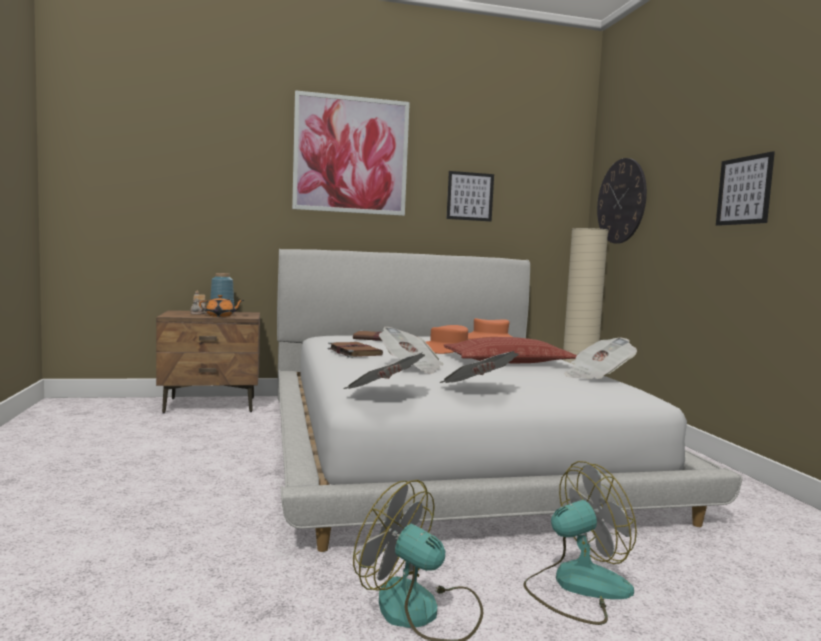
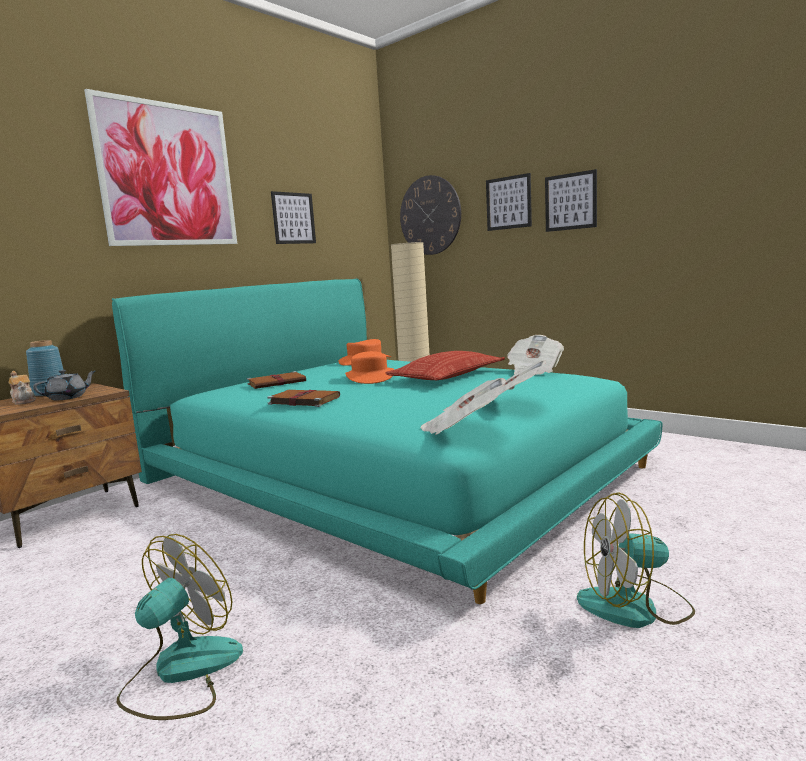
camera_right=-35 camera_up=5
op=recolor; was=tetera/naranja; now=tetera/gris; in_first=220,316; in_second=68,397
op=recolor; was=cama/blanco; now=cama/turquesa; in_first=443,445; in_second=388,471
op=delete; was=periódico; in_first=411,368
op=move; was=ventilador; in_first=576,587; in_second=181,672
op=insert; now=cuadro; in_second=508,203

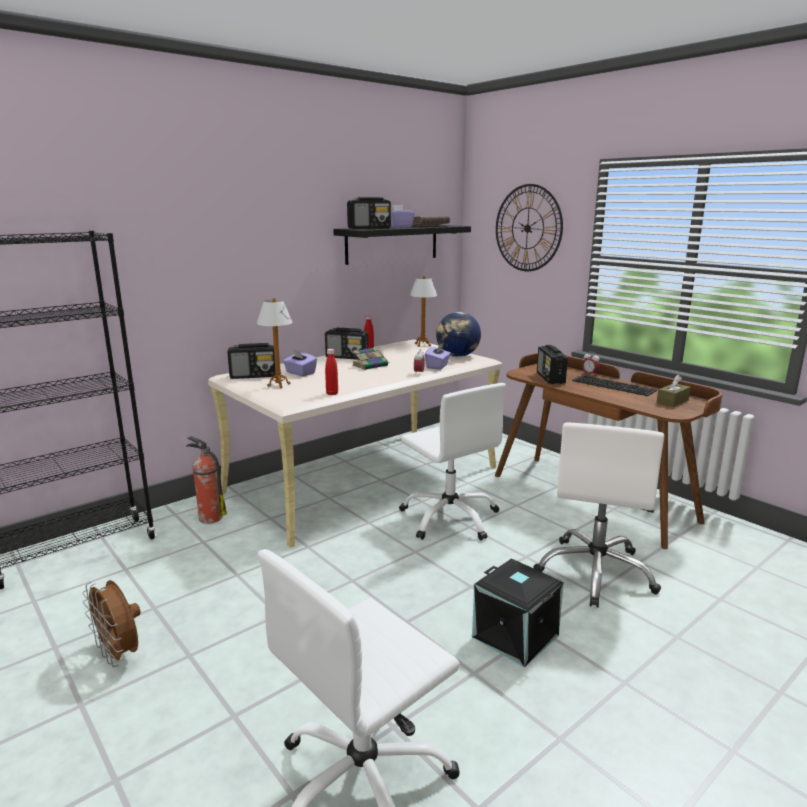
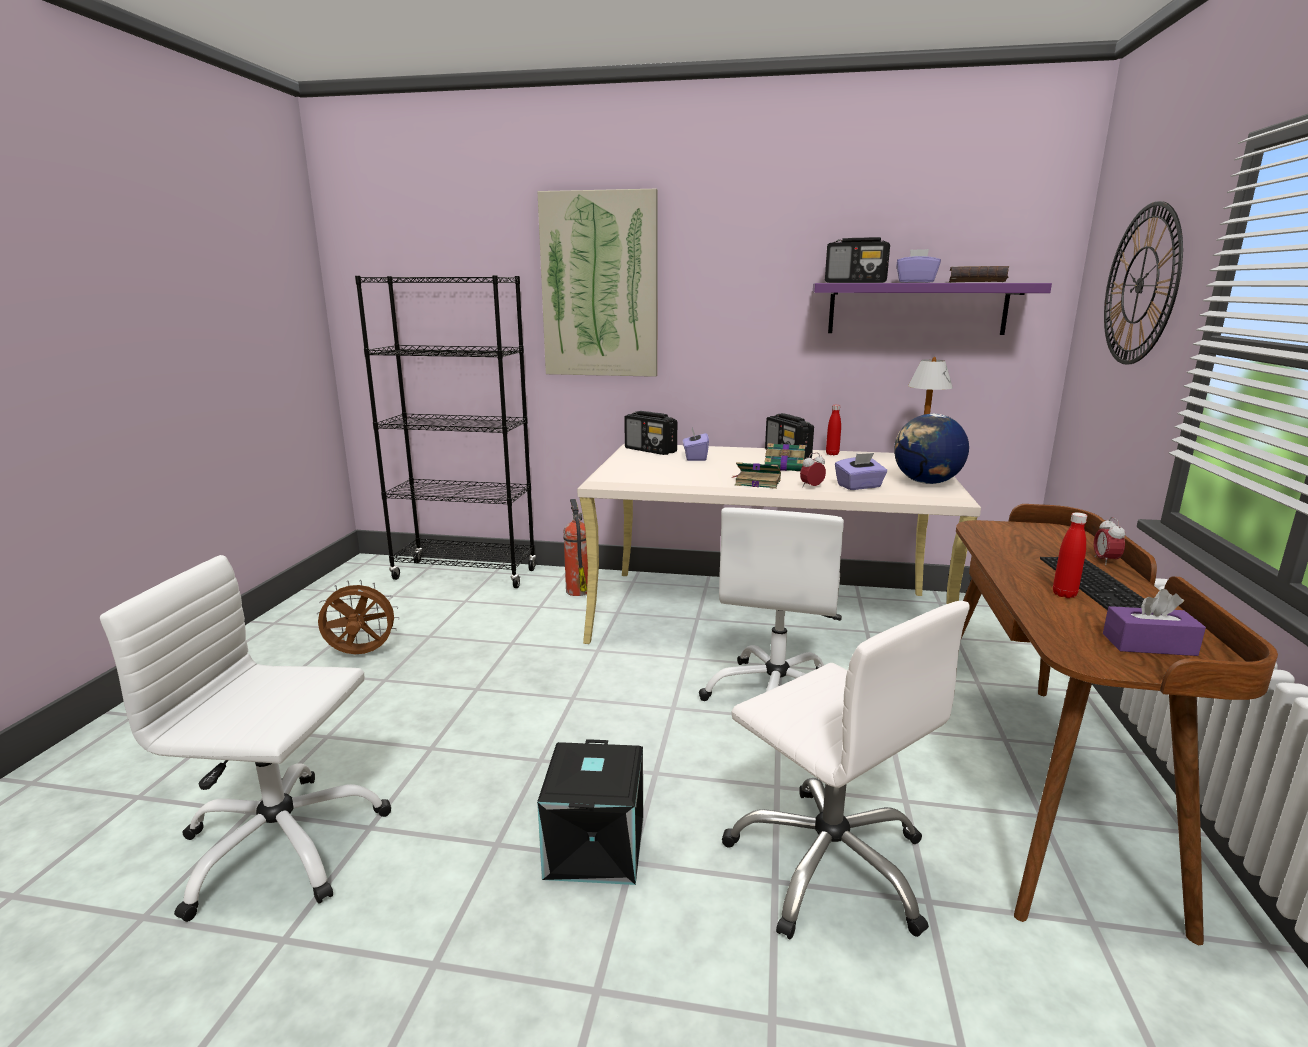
camera_right=50 camera_up=0
op=rotate; was=ventilador/marrón; in_first=119,655; in_second=361,655; clockwise=75
op=delete; was=lámpara de mesa; in_first=278,385
op=move; was=botella/rojo; in_first=332,393; in_second=1064,594
op=recolor; was=estante/negro; now=estante/morado; in_first=392,244; in_second=917,308
op=rotate; was=silla de oficina/blanco; in_first=596,572; in_second=829,864; clockwise=-105
op=delete; was=radio; in_first=550,378
op=recolor; was=caja de pañuelos/marrón; now=caja de pañuelos/morado; in_first=672,401; in_second=1149,644
op=insert; now=cuadro; in_second=599,286
op=insert; now=libro; in_second=756,482

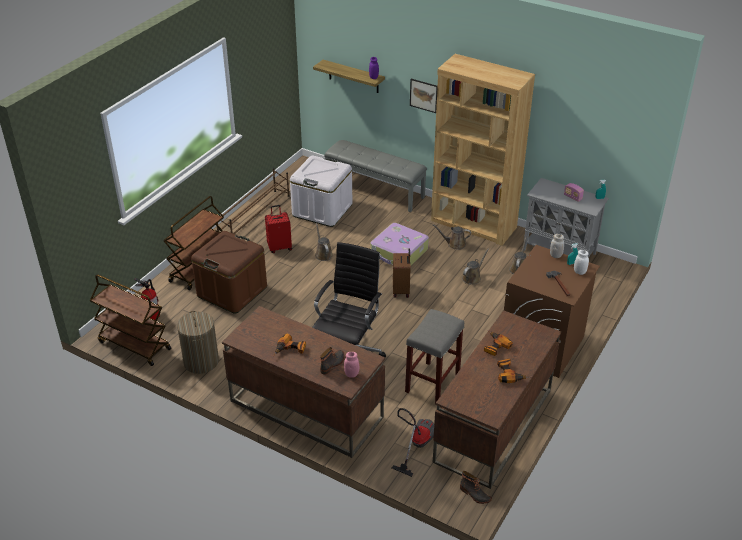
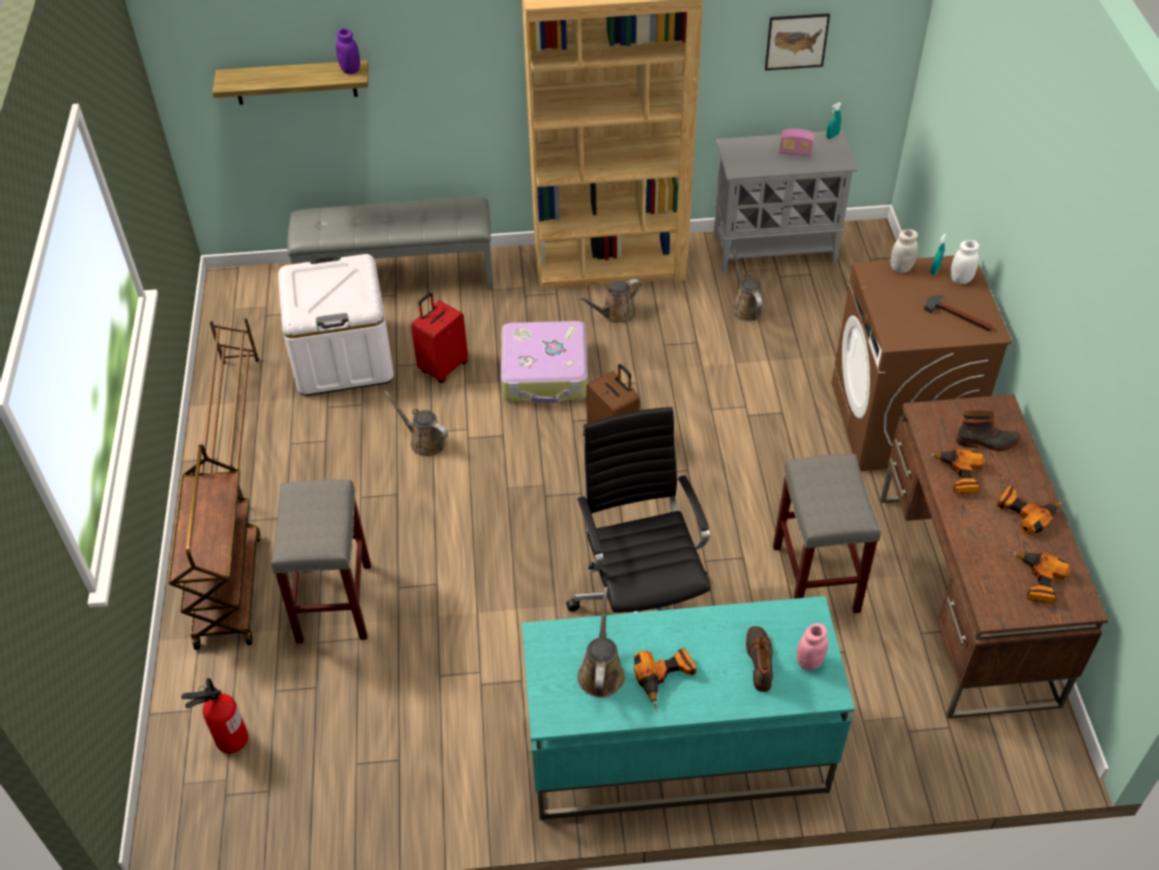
camera_right=-35 camera_up=10
op=delete; was=carrito/marrón; in_first=134,345
op=delete; was=cesto de la ropa; in_first=201,361
op=replace; was=caja de almacenaje/marrón; now=taburete/gris; in_first=232,291; in_second=333,601
op=recolor; was=escritorio/marrón; now=escritorio/turquesa; in_first=305,409; in_second=675,751
op=move; was=maleta/rojo; in_first=279,247; in_second=443,367
op=delete; was=aspiradora; in_first=416,444
op=move; was=cuadro; in_first=423,95; in_second=796,41
op=move; was=bota; in_first=474,495; in_second=987,442
op=move; was=regadera/marrón; in_first=472,278; in_second=601,672
op=insert; now=taladro; in_second=1035,581

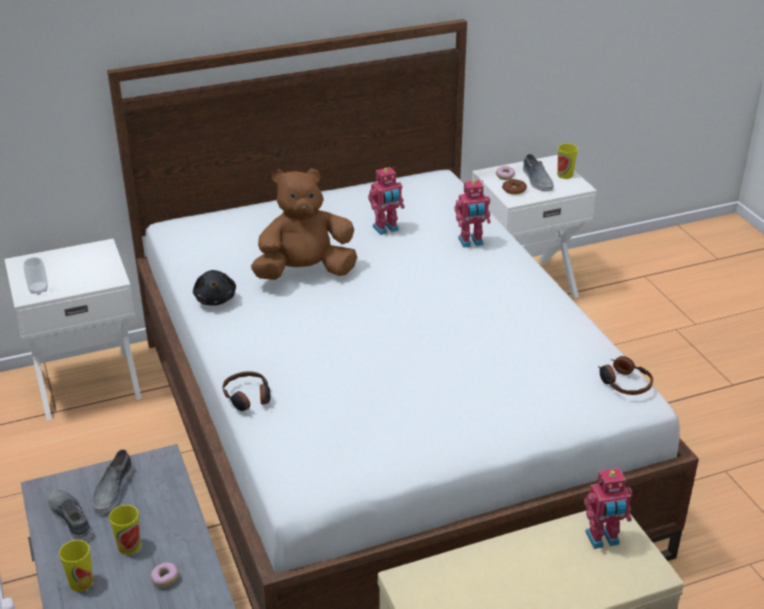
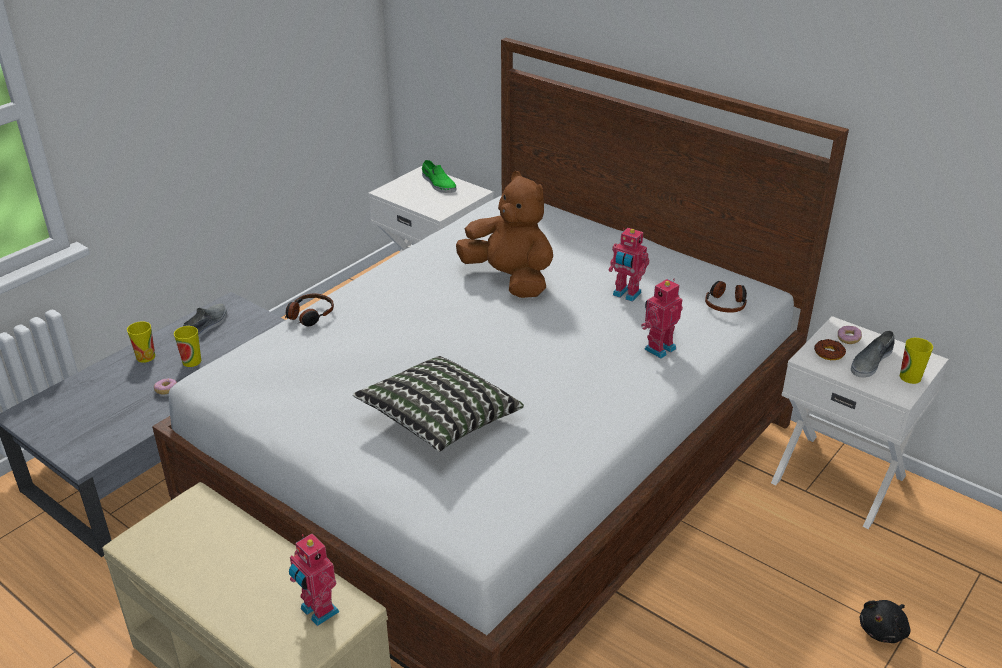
camera_right=60 camera_up=0
op=delete; was=taza; in_first=38,290
op=delete; was=zapato/gris; in_first=112,489
op=move; was=peluche/negro; in_first=215,299; in_second=883,630
op=rotate; was=robot de juguete; in_first=471,242; in_second=658,348; clockwise=90
op=move; was=auriculares; in_first=624,383; in_second=725,304
op=insert; now=cojín; in_second=439,421
op=insert; now=zapato/verde; in_second=438,184

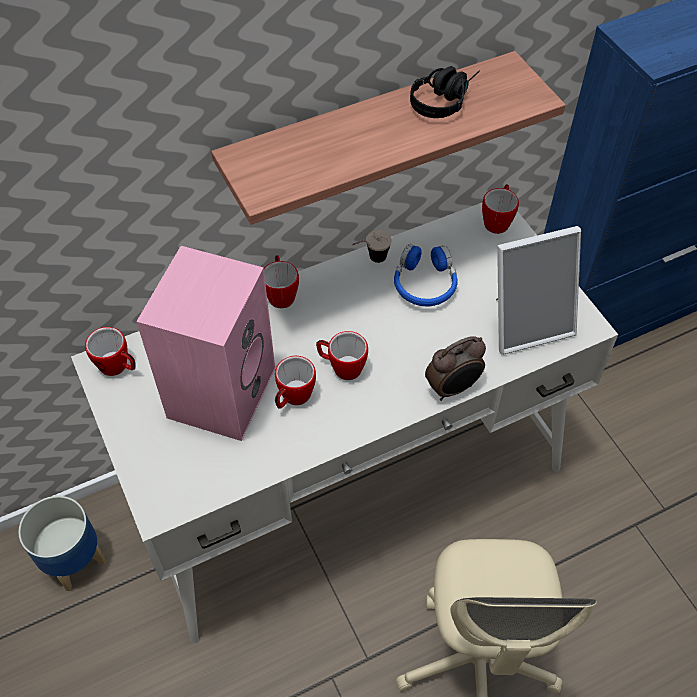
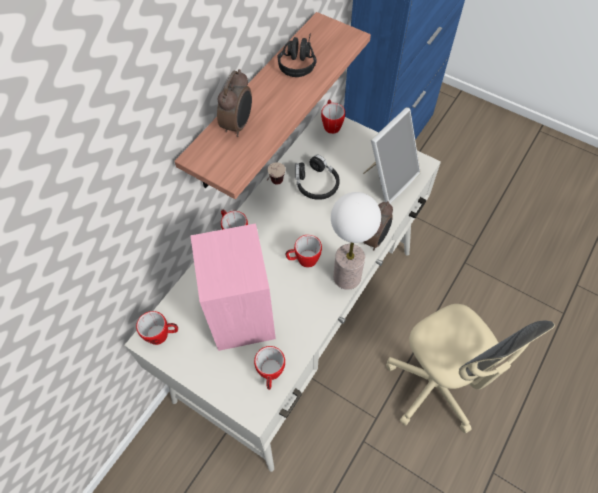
camera_right=-30 camera_up=5
op=delete; was=maceta; in_first=74,560
op=move; was=taza grande; in_first=293,398; in_second=270,374
op=recolor; was=auriculares/azul; now=auriculares/negro; in_first=424,283; in_second=316,183
op=insert; now=despertador; in_second=238,125
op=insert; now=lámpara de mesa; in_second=347,276

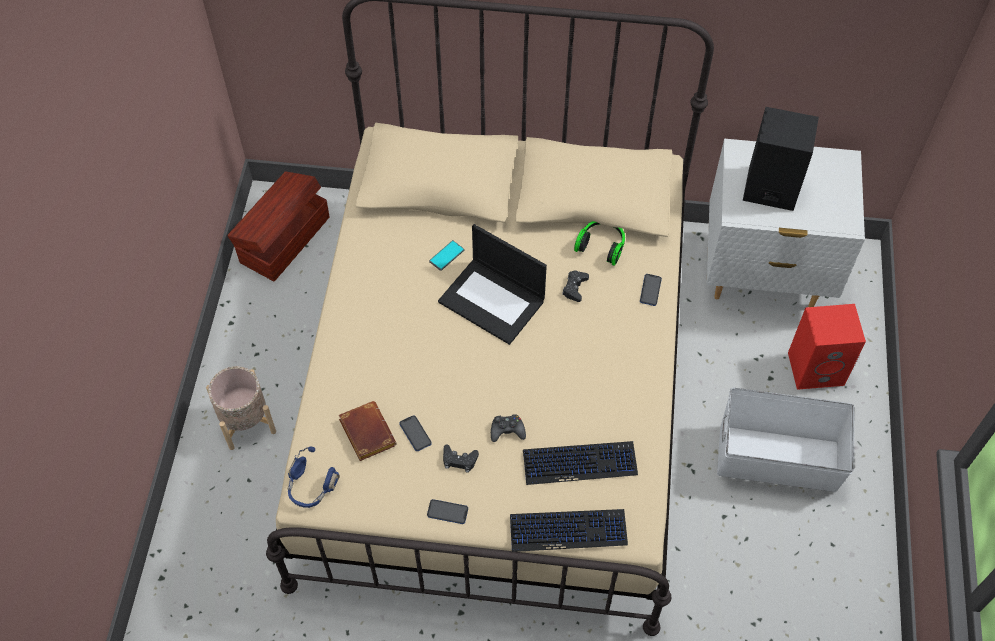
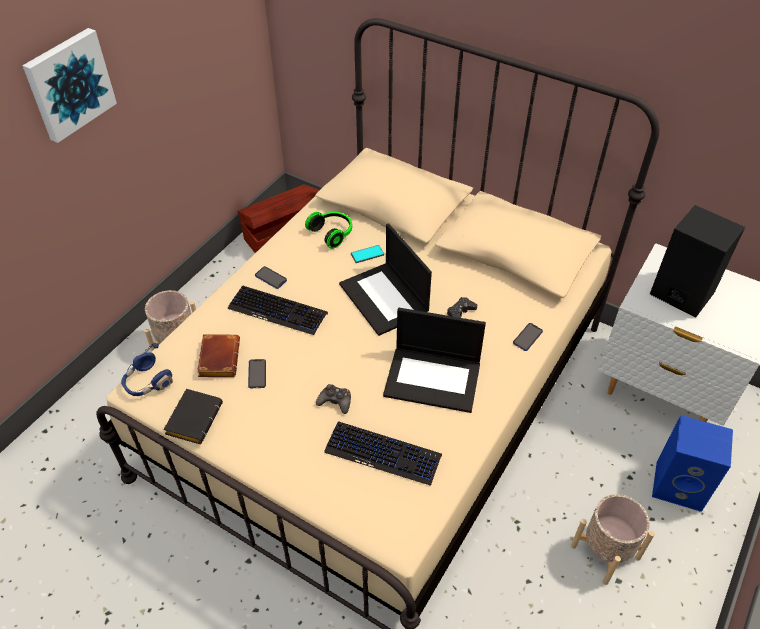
camera_right=25 camera_up=-10
op=move; was=móvil; in_first=447,512; in_second=271,278
op=delete; was=mando de consola/negro; in_first=459,460
op=move; was=teclado; in_first=568,530; in_second=278,311
op=move; was=auriculares; in_first=601,245; in_second=332,233
op=replace; was=caja de almacenaje/blanco; now=maceta/beis; in_first=778,459; in_second=605,551
op=recolor; was=altavoz/rojo; now=altavoz/azul; in_first=817,367; in_second=680,485
op=insert; now=cuadro; in_second=69,84
op=insert; now=libro/negro; in_second=193,418
op=insert; now=portátil; in_second=433,378

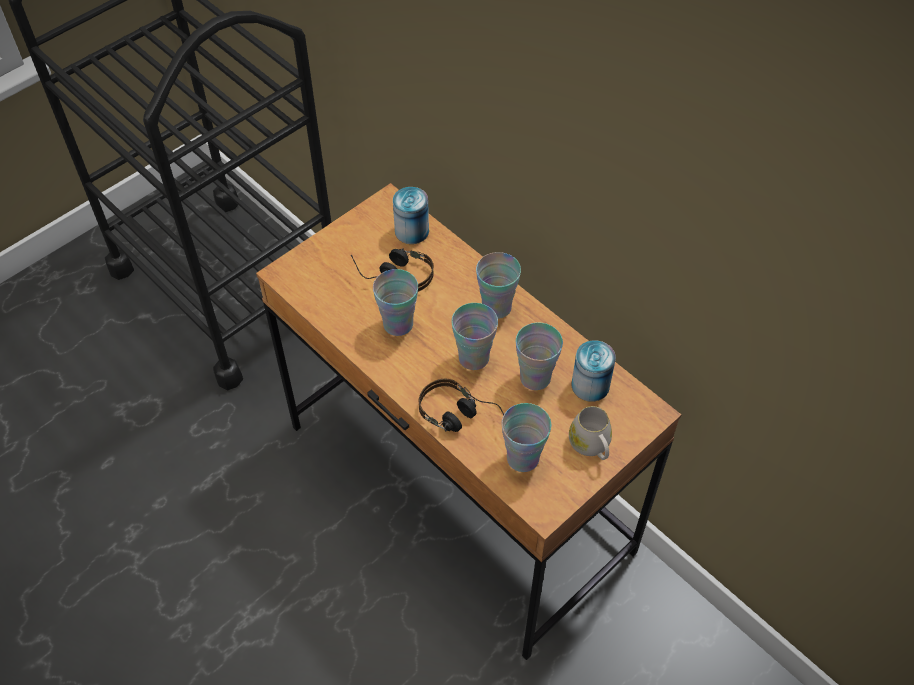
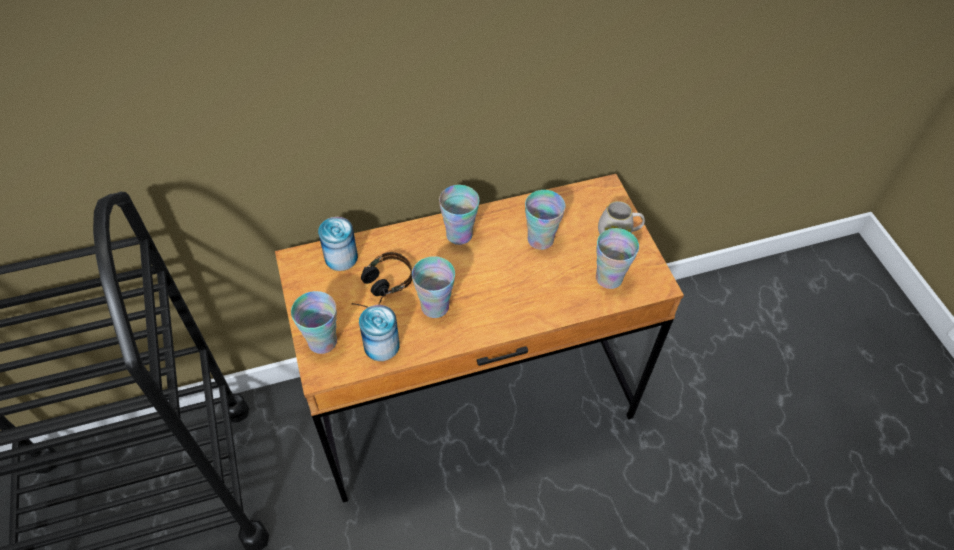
camera_right=-65 camera_up=0
op=delete; was=auriculares; in_first=460,417
op=move; was=taza; in_first=473,358; in_second=322,341
op=move; was=lata; in_first=590,385; in_second=381,345

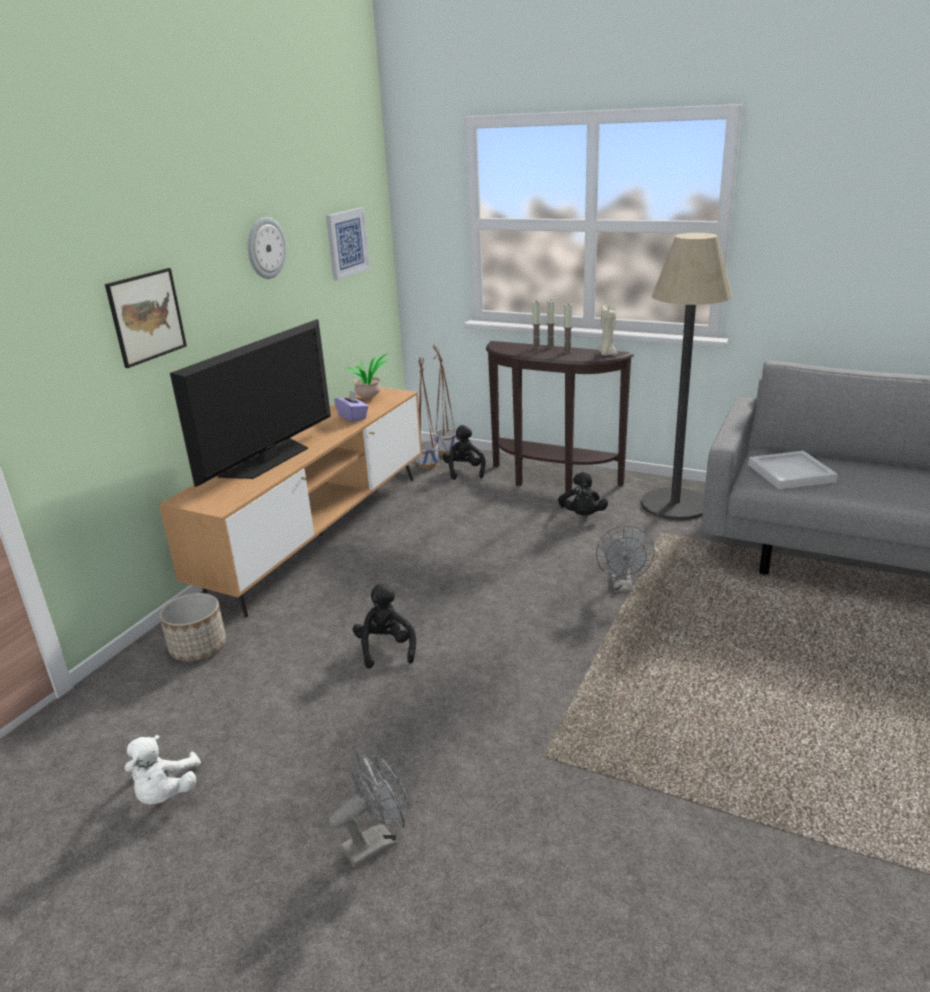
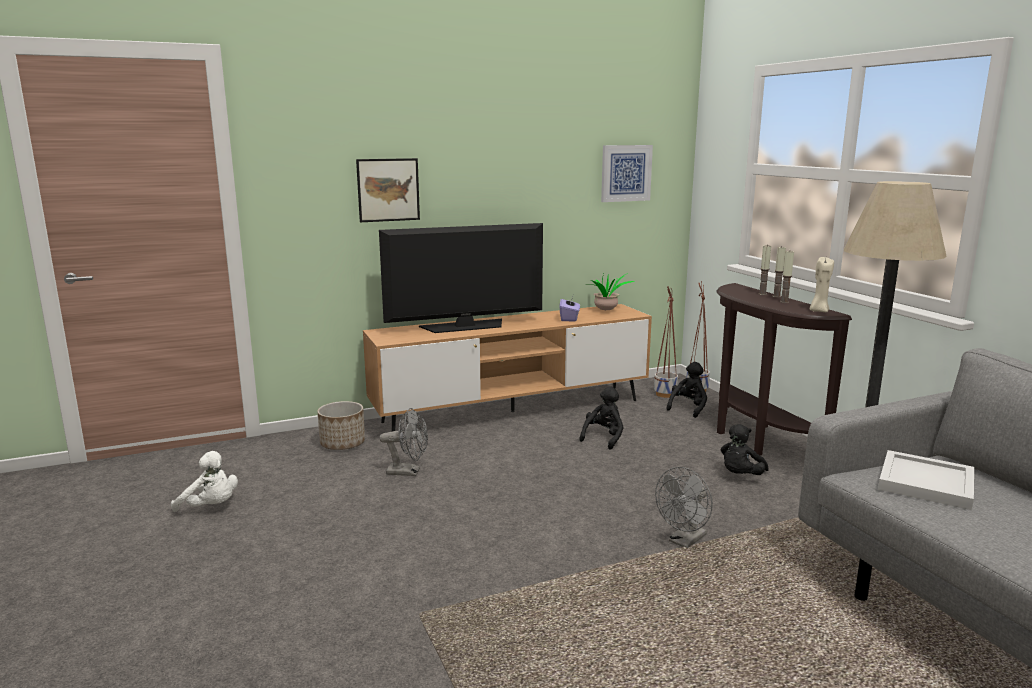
camera_right=40 camera_up=-10
op=rotate; was=peluche/blanco; in_first=165,793; in_second=211,507; clockwise=-105
op=delete; was=reloj de pared; in_first=265,248
op=move; was=ventilador/gris; in_first=376,842; in_second=408,472
op=move; was=peluche/negro; in_first=386,648; in_second=604,438

